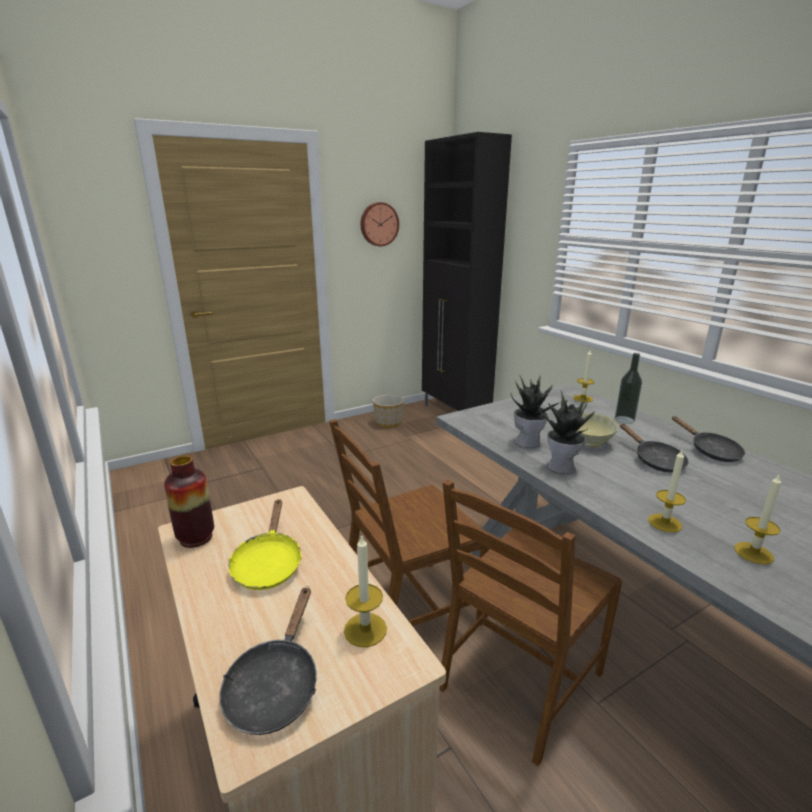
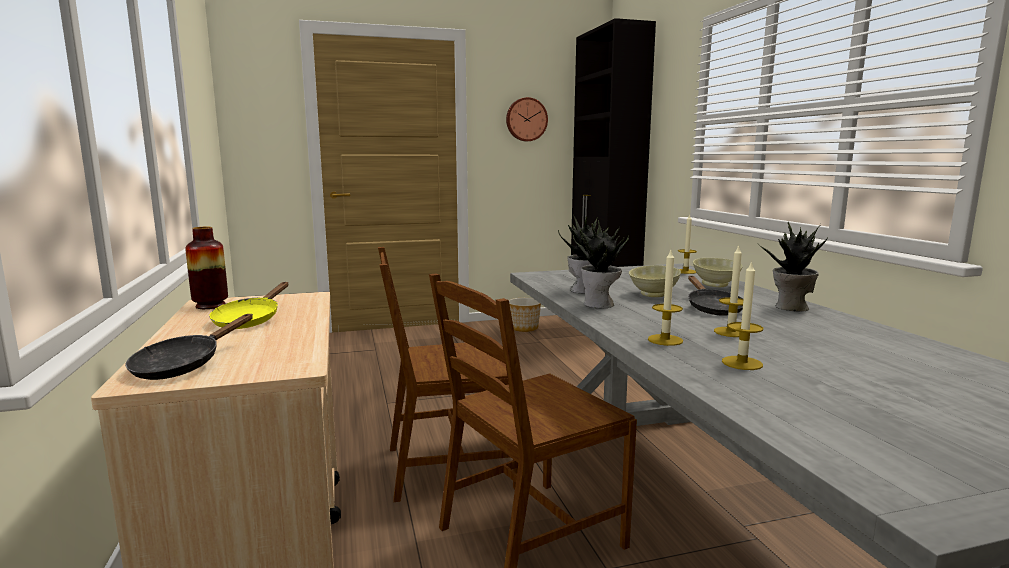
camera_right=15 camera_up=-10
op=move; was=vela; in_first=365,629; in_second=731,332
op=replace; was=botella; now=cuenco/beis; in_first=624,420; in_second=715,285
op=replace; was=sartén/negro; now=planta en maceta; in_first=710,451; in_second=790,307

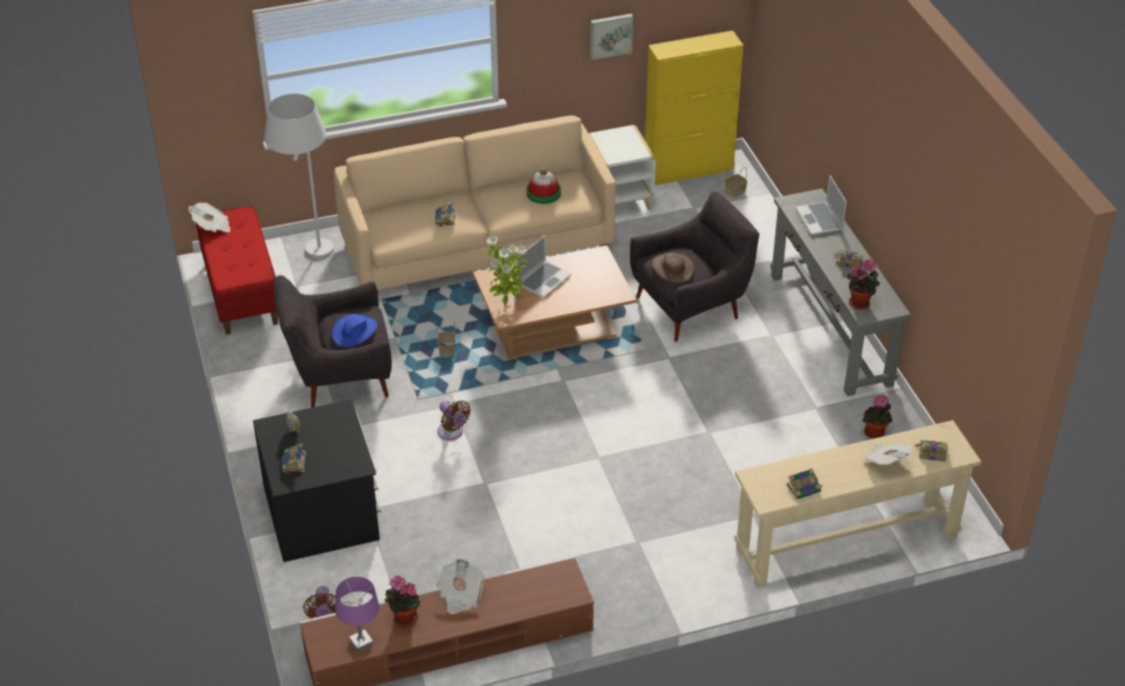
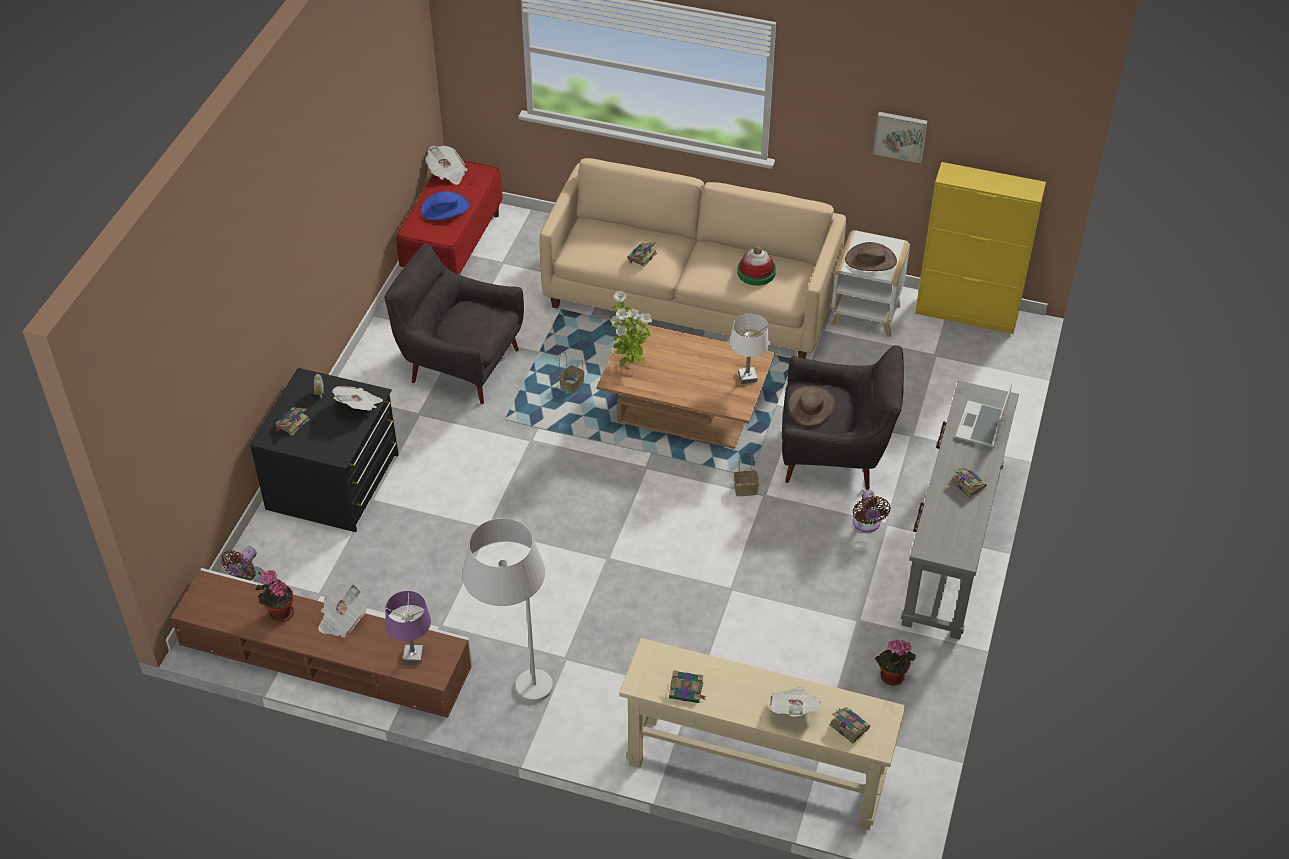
camera_right=35 camera_up=5
op=move; was=lámpara de pie/blanco; in_first=310,258; in_second=515,694
op=move; was=sombrero/azul; in_first=354,331; in_second=445,208
op=move; was=lámpara de mesa/morado; in_first=361,642; in_second=413,656
op=move; was=ventilador/marrón; in_first=452,433; in_second=866,524
op=delete; was=portátil; in_first=543,280
op=move; was=cesta; in_first=735,191; in_second=746,488
op=delete; was=planta en maceta; in_first=861,303
op=insert; now=periódico; in_second=359,406
op=insert; now=lámpara de mesa/blanco; in_second=747,377
op=insert; now=sombrero/marrón; in_second=871,260

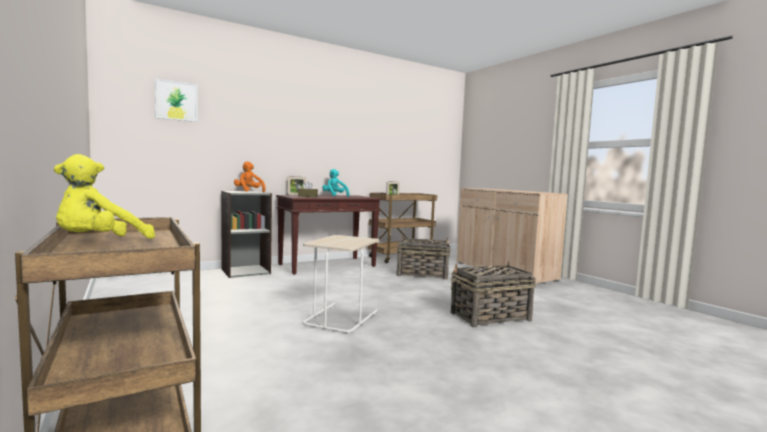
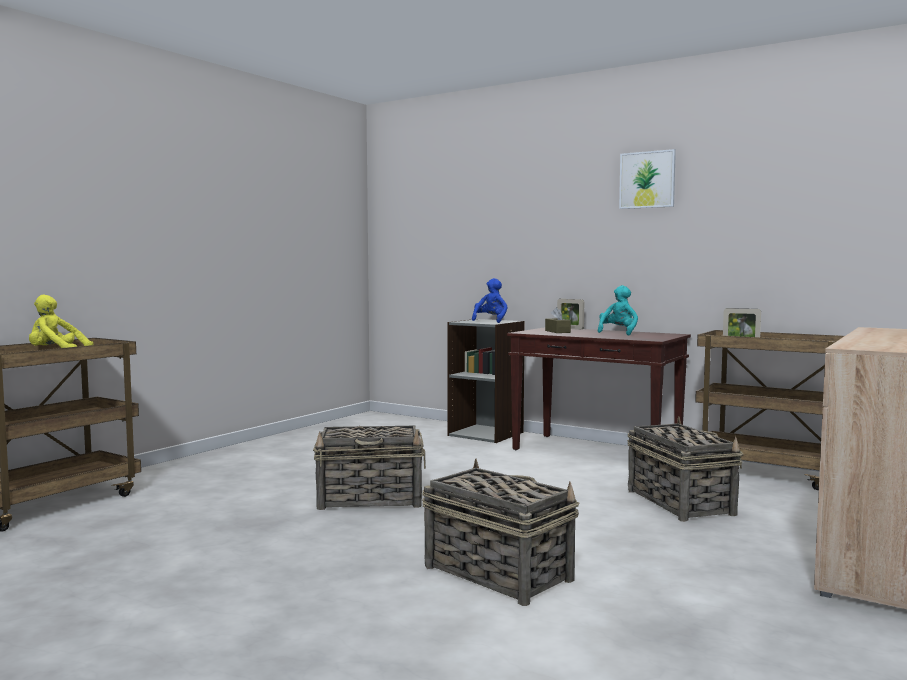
camera_right=65 camera_up=0
op=move; was=cuadro; in_first=176,101; in_second=647,180
op=recolor; was=peluche/naranja; now=peluche/azul; in_first=249,191; in_second=490,321
op=replace; was=mesa auxiliar/beis; now=cesta; in_first=340,317; in_second=371,499

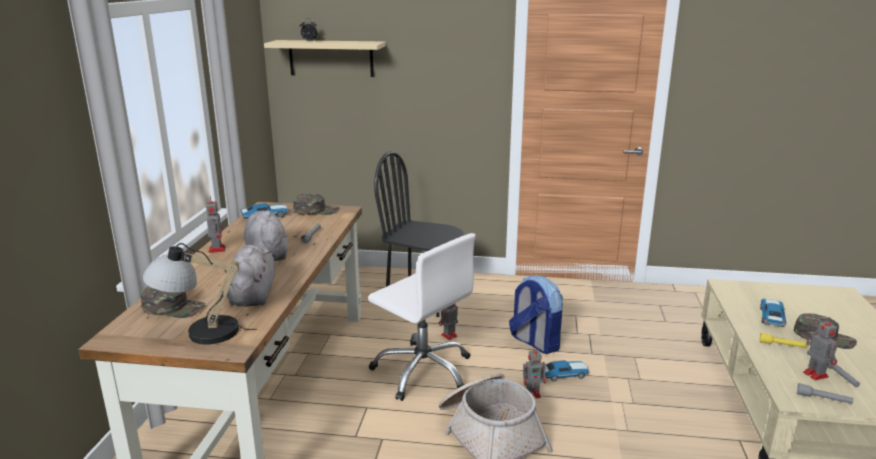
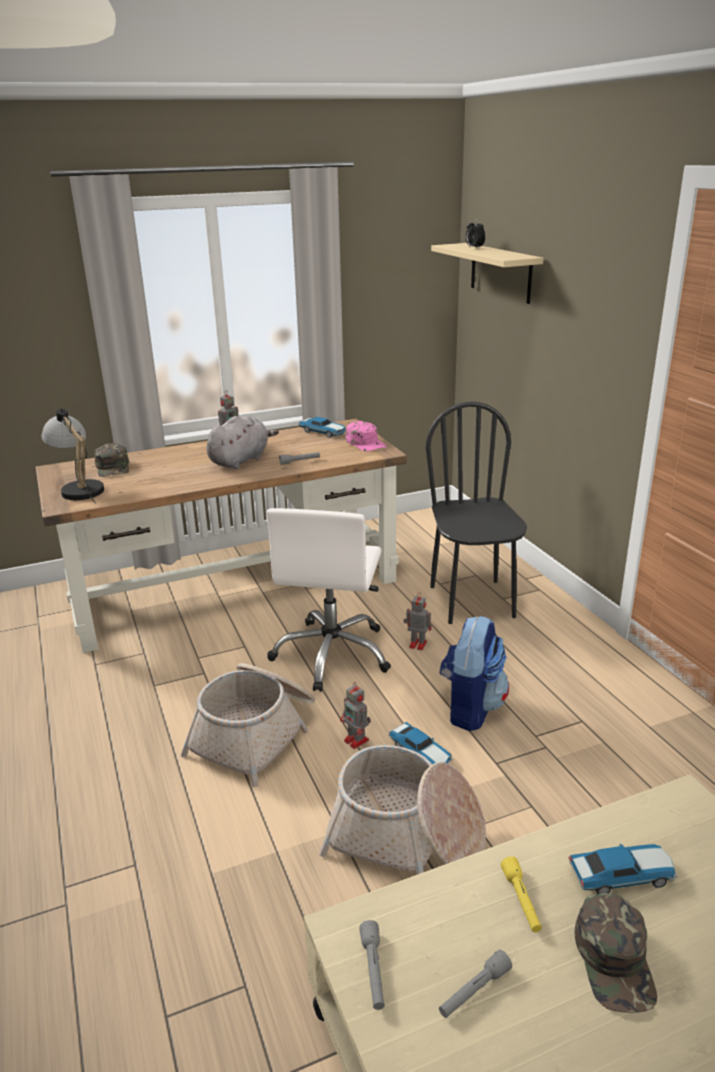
camera_right=60 camera_up=5
op=delete; was=peluche/gris; in_first=252,295
op=recolor; was=gorra/verde; now=gorra/rosa; in_first=316,210; in_second=366,443
op=delete; was=robot de juguete; in_first=814,374
op=insert; now=cesta; in_second=406,836

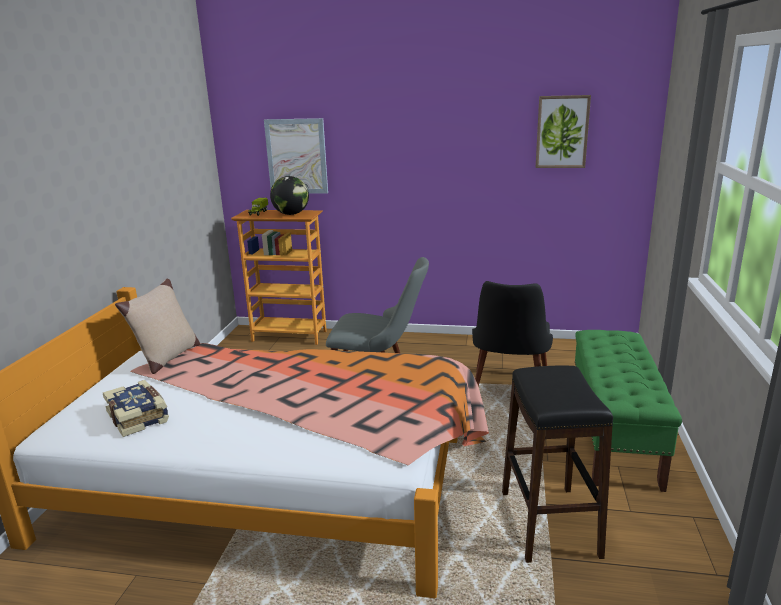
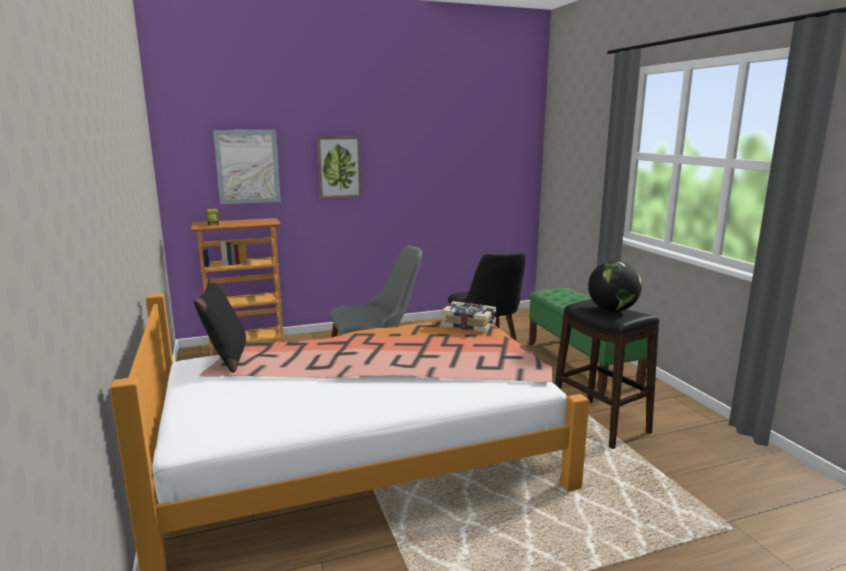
camera_right=-30 camera_up=-5
op=move; was=libro; in_first=139,417; in_second=469,324
op=recolor; was=cojín/beis; now=cojín/negro; in_first=167,358; in_second=226,359
op=move; was=globo terráqueo; in_first=291,214; in_second=612,310
op=move; was=cuadro; in_first=562,132; in_second=339,167

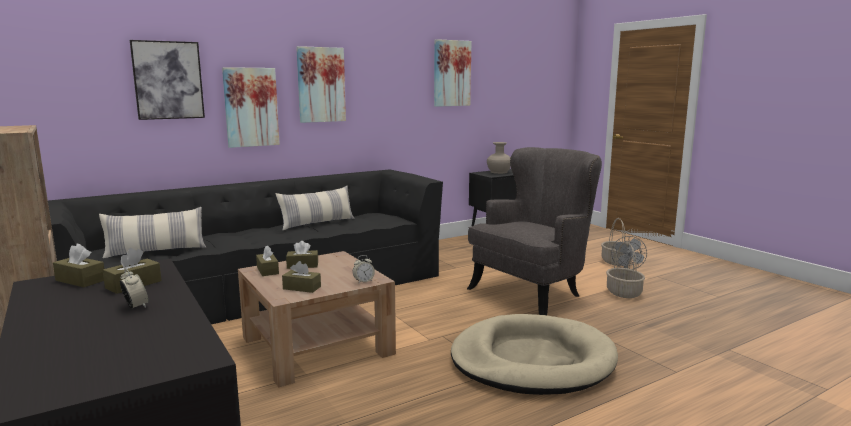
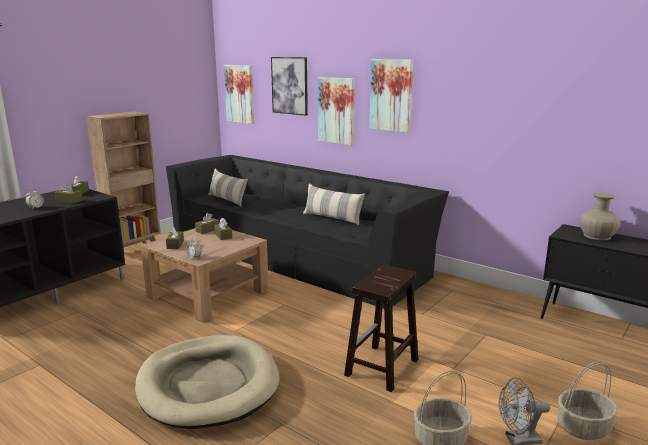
camera_right=70 camera_up=5
op=move; was=cuadro; in_first=451,73; in_second=240,94
op=replace; was=sillón/gris; now=taburete/marrón; in_first=533,293; in_second=381,368

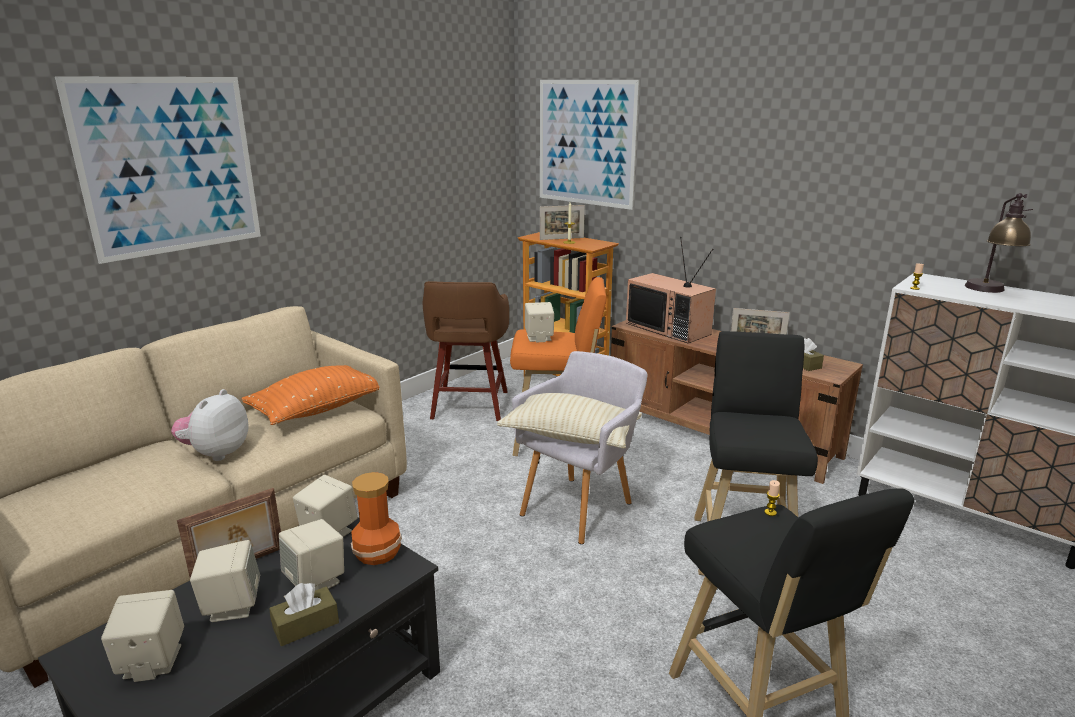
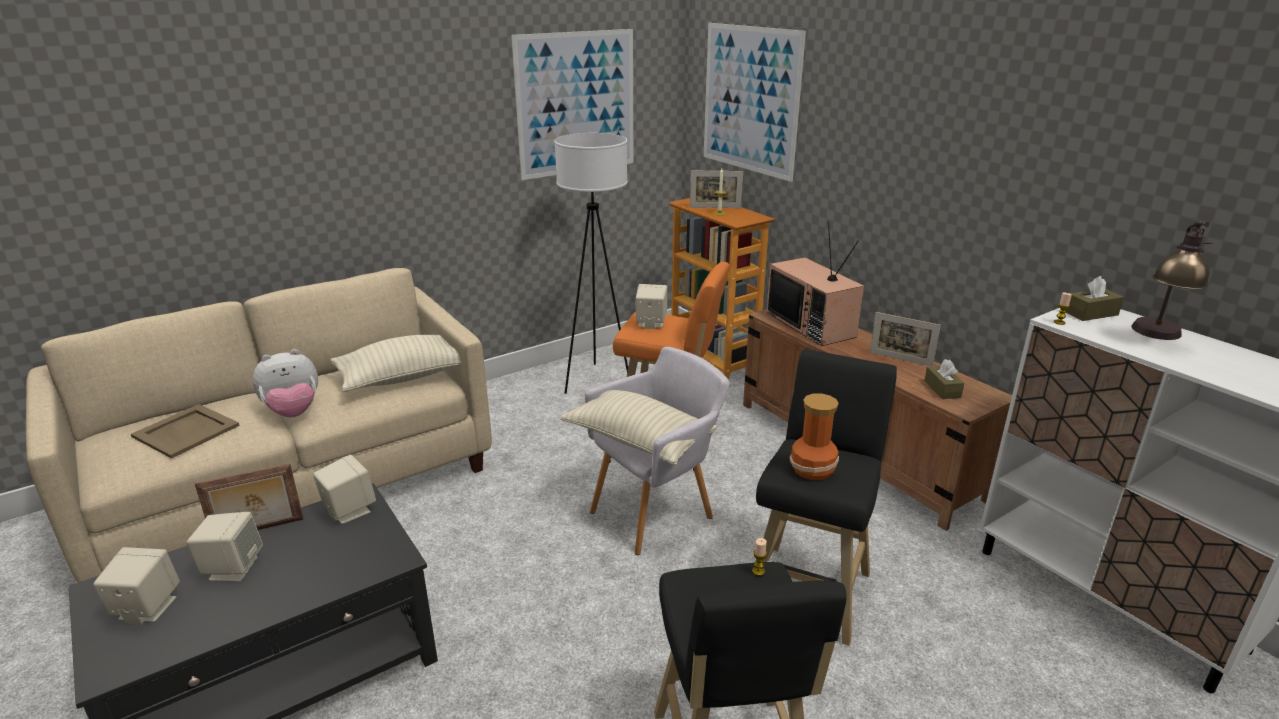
camera_right=15 camera_up=5
op=move; was=cuadro; in_first=170,166; in_second=576,104
op=rotate; was=peluche; in_first=216,453; in_second=293,412; clockwise=-150
op=recolor; was=cojín/naranja; now=cojín/beis; in_first=319,409; in_second=404,377
op=move; was=caja de pañuelos/marrón; in_first=306,625; in_second=1091,313
op=delete; was=altavoz/beis; in_first=316,581
op=move; was=florero; in_first=378,552; in_second=813,469
op=replace; was=taburete/marrón; now=lámpara de pie/blanco; in_first=469,406; in_second=597,381
op=insert; now=bandeja/beis; in_second=186,430

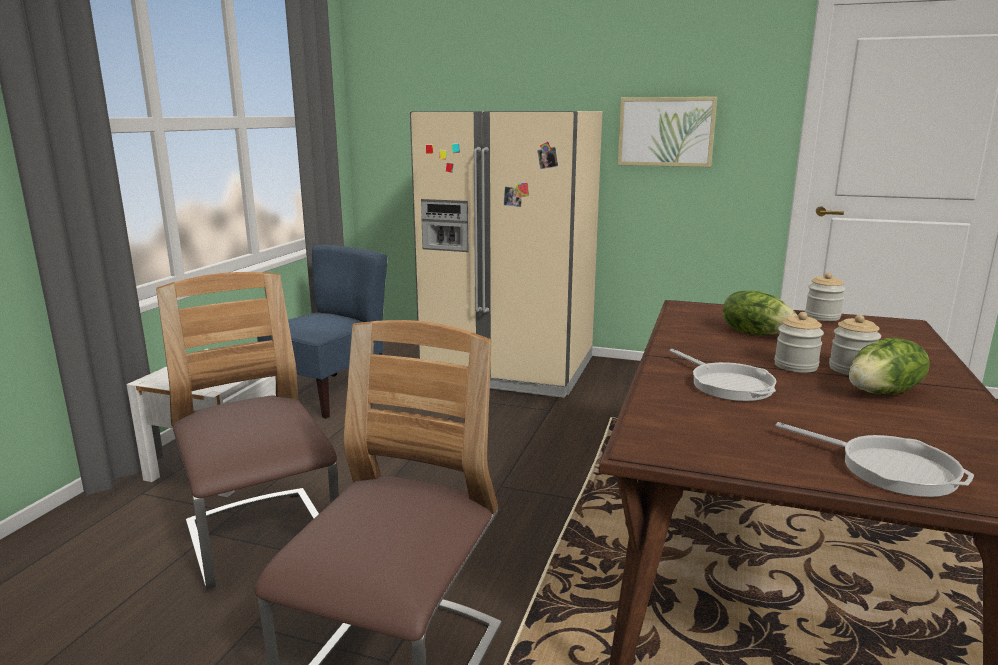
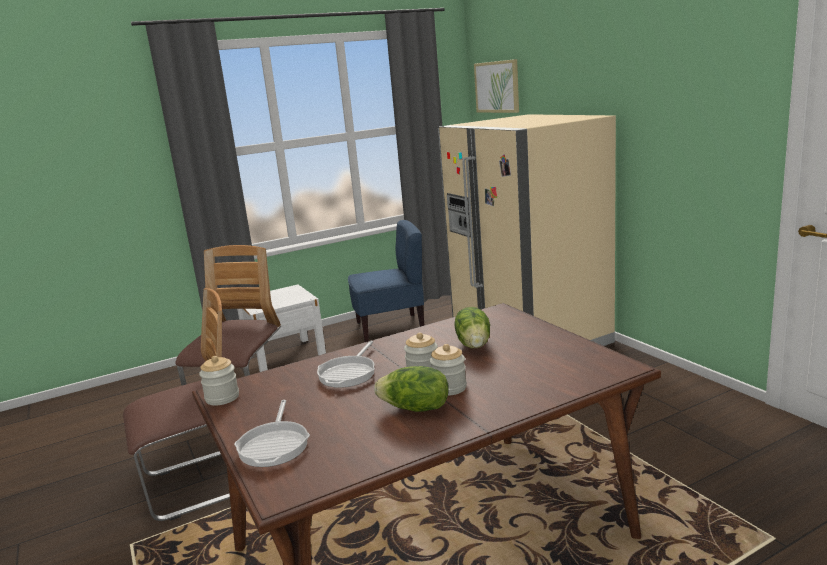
camera_right=45 camera_up=0
op=move; was=cuadro; in_first=666,131; in_second=497,87
op=move; was=tarro; in_first=822,317; in_second=222,398

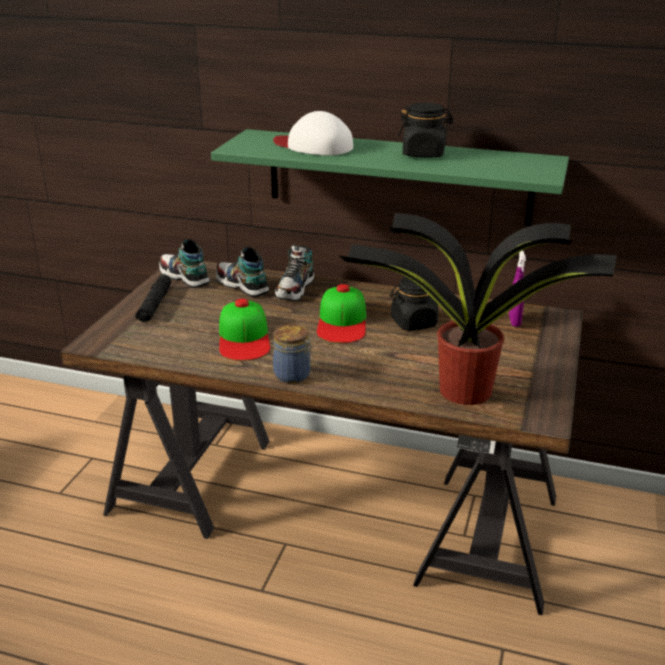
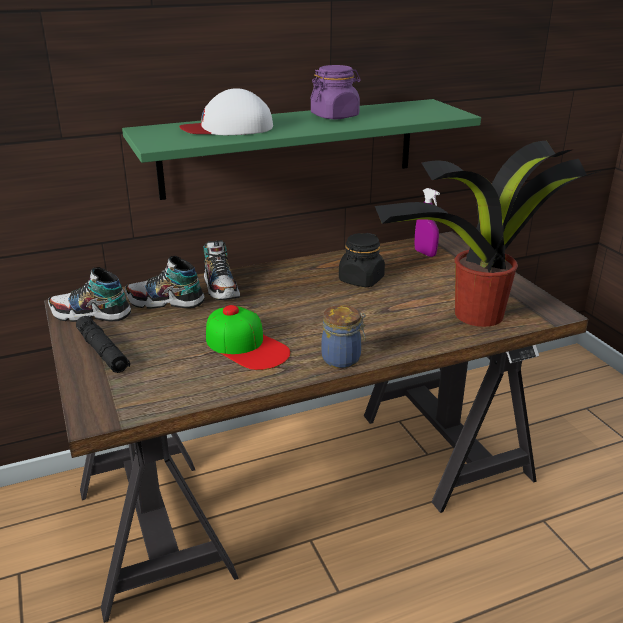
camera_right=-40 camera_up=0
op=delete; was=gorra; in_first=342,322
op=recolor; was=tarro/negro; now=tarro/morado; in_first=424,154; in_second=335,116

